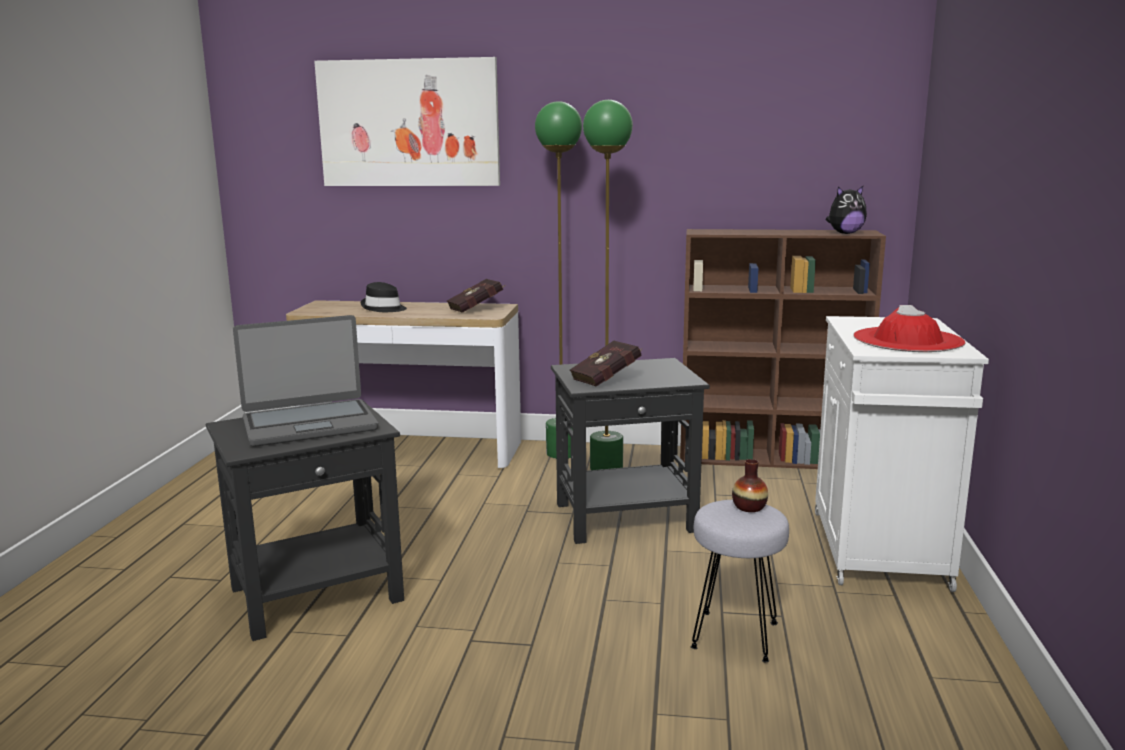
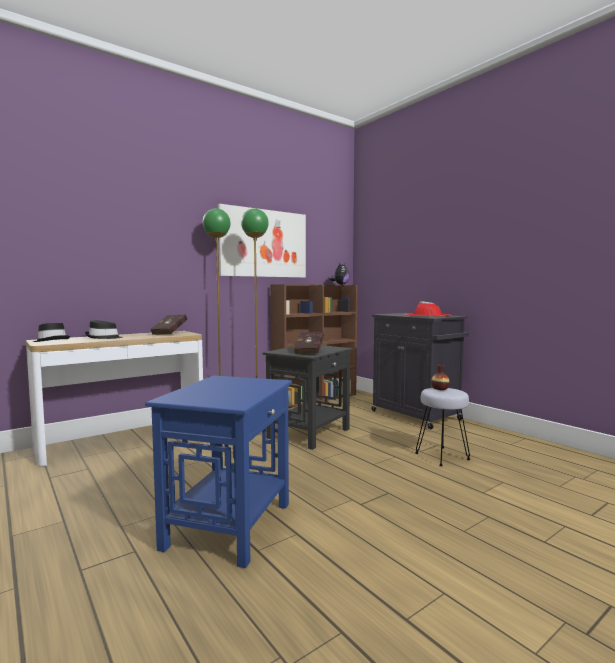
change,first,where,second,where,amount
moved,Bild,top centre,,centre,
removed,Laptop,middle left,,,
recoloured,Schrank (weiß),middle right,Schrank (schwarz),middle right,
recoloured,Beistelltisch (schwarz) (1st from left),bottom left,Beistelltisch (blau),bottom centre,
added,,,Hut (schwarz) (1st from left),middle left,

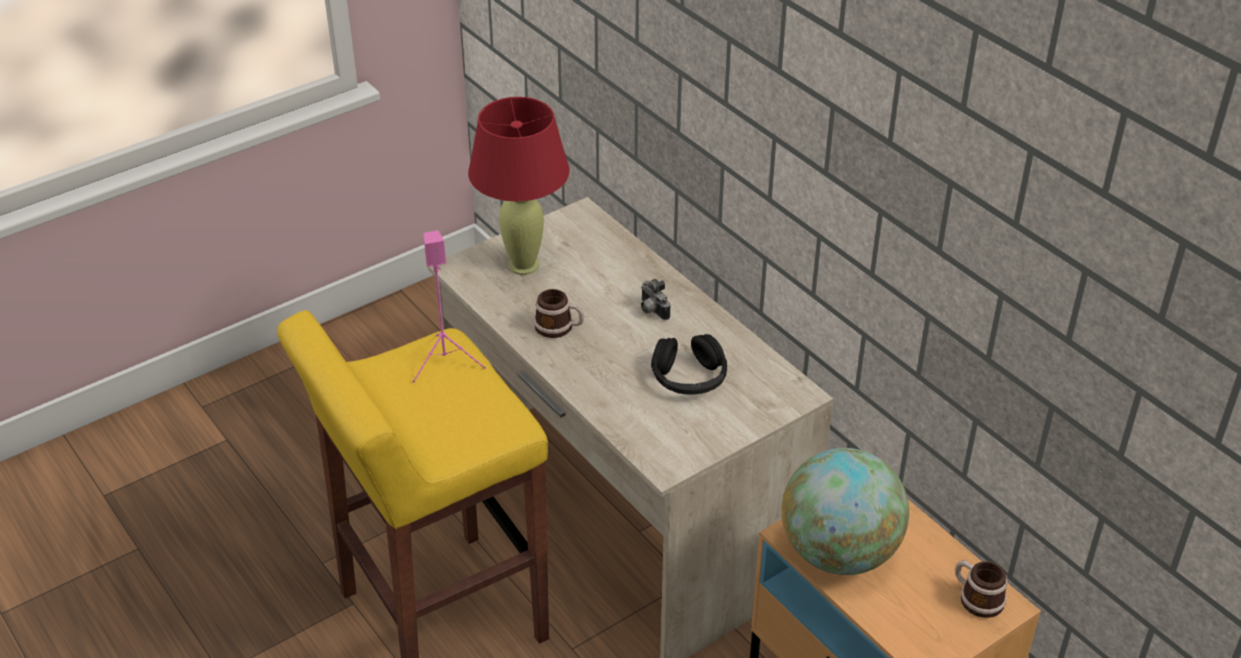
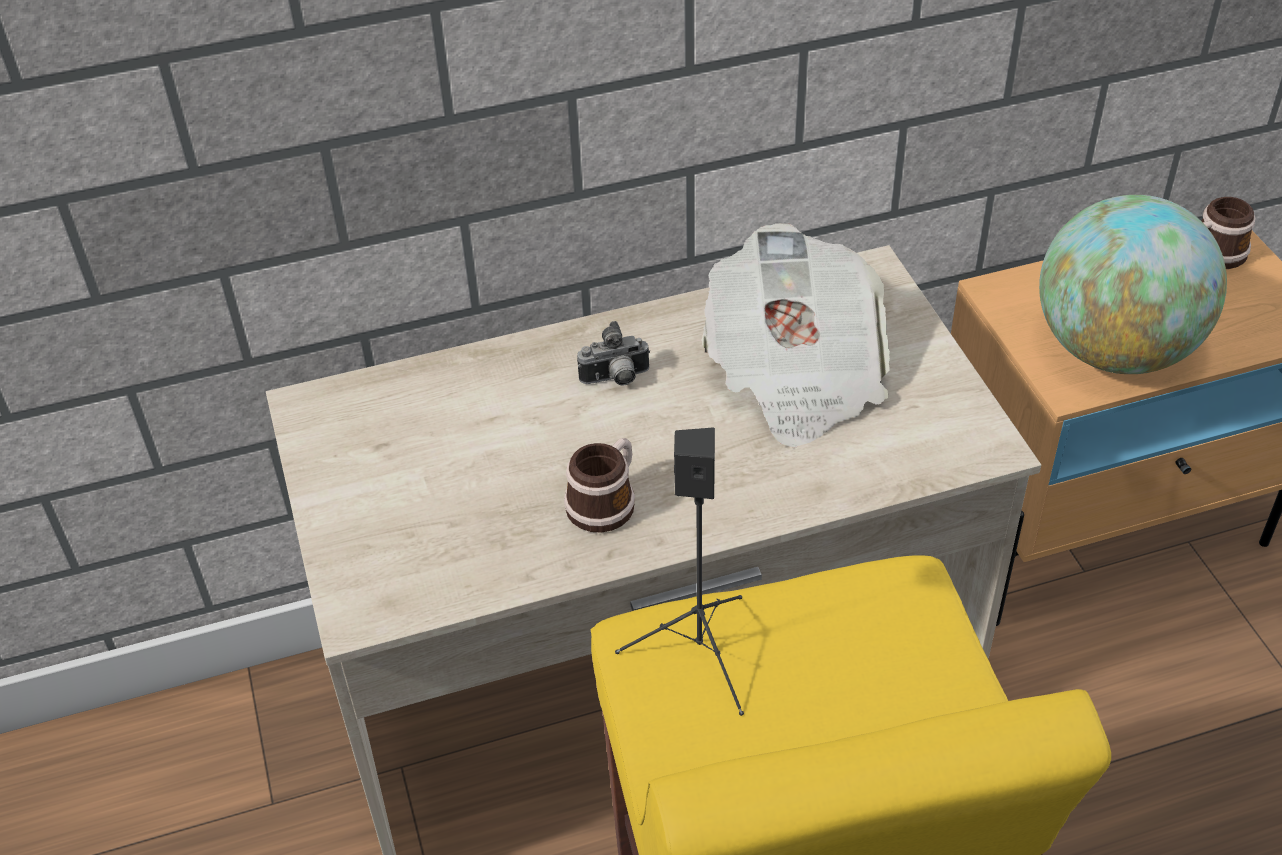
change,first,where,second,where,amount
removed,Tischlampe (rot),top centre,,,
recoloured,Lautsprecher (rosa),centre,Lautsprecher (schwarz),bottom centre,
replaced,Kopfhörer (schwarz),centre,Zeitung,centre,

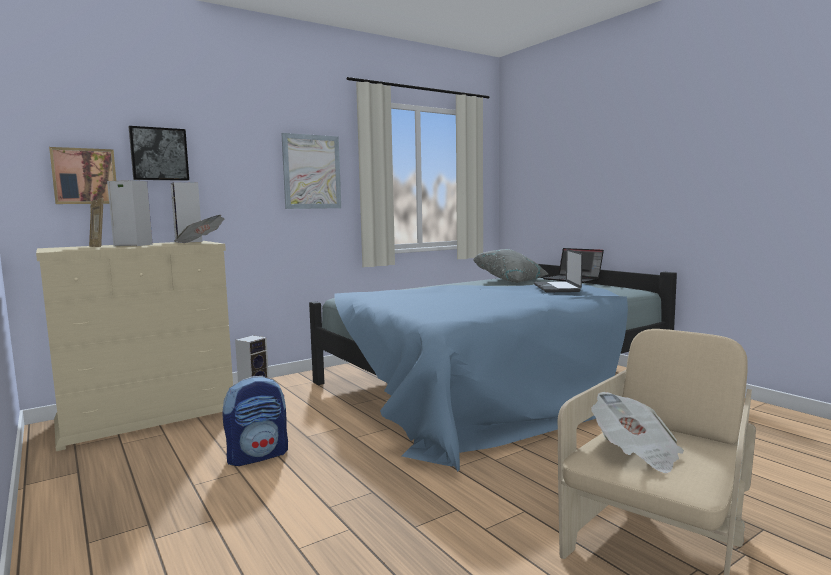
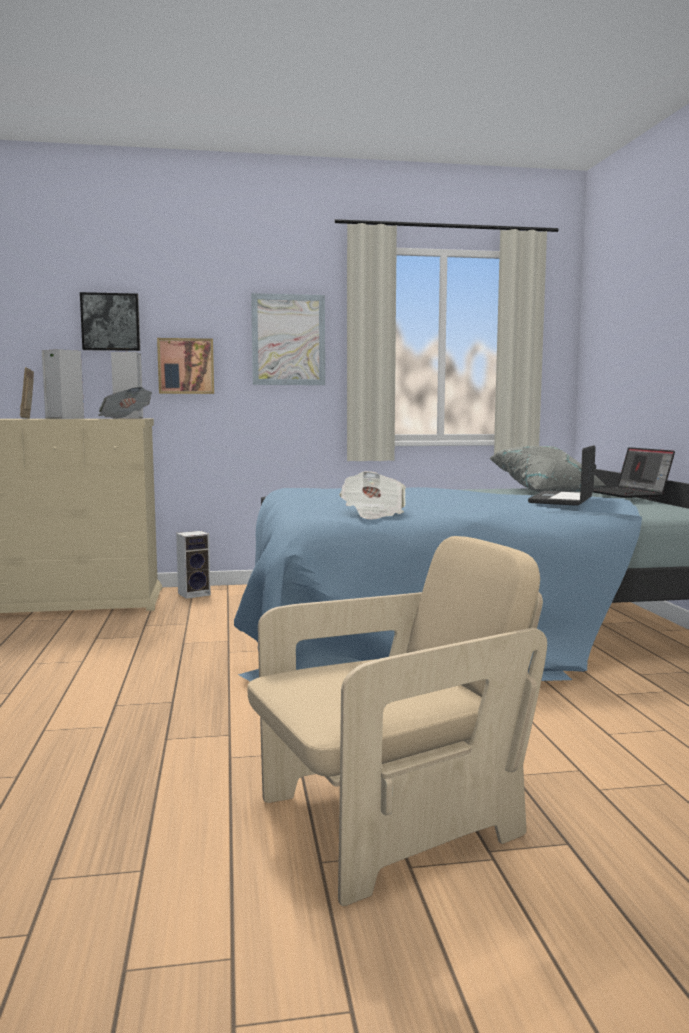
change,first,where,second,where,amount
moved,Bild (1st from left in the first image),top left,Bild (2nd from left),middle left,
removed,Rucksack,bottom left,,,
moved,Zeitung (2nd from left),bottom right,,centre,

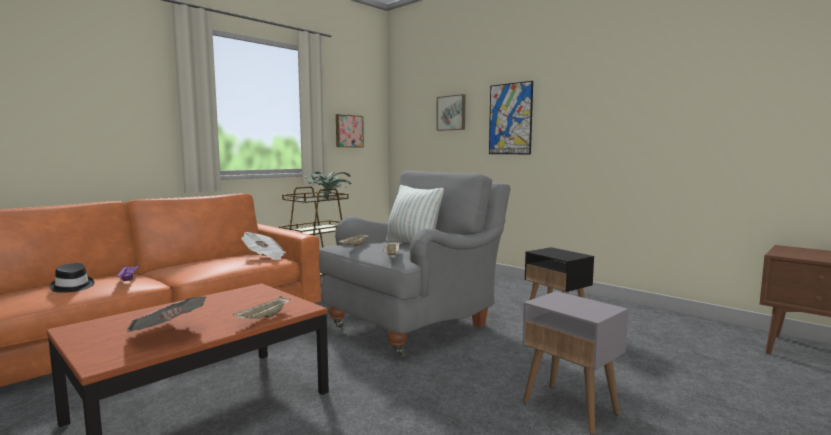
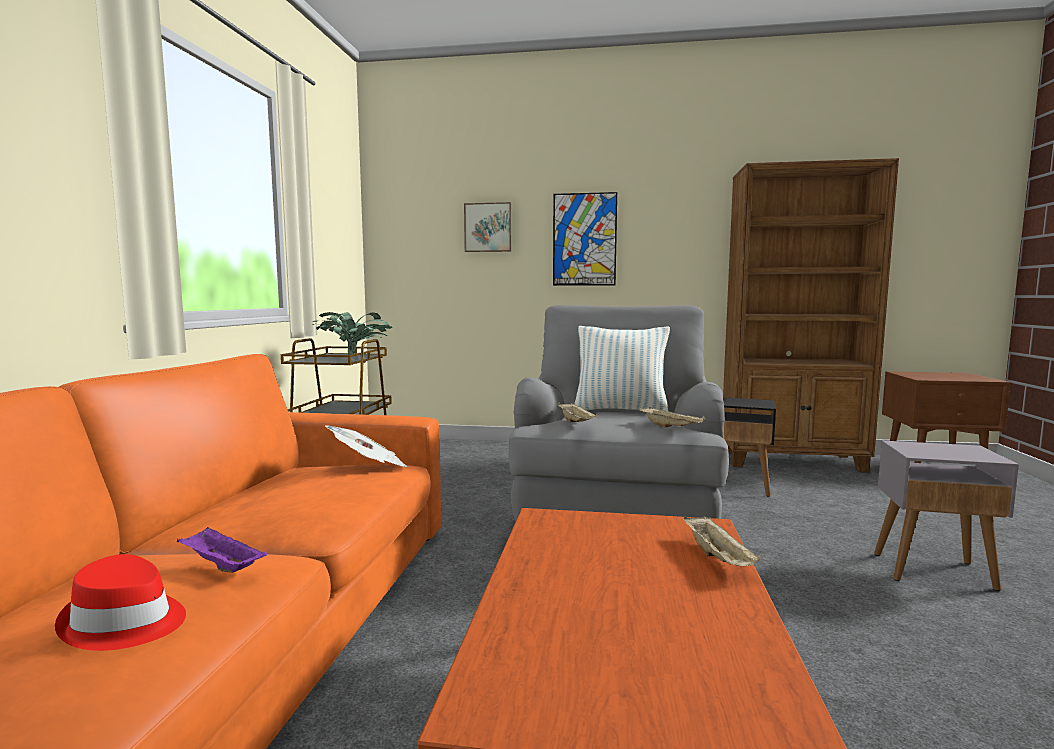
change,first,where,second,where,amount
removed,Bild (1st from left),top centre,,,
recoloured,Hut (schwarz),middle left,Hut (rot),bottom left,
removed,Zeitung (1st from left),bottom left,,,
added,,,Bücherregal (braun),middle right,

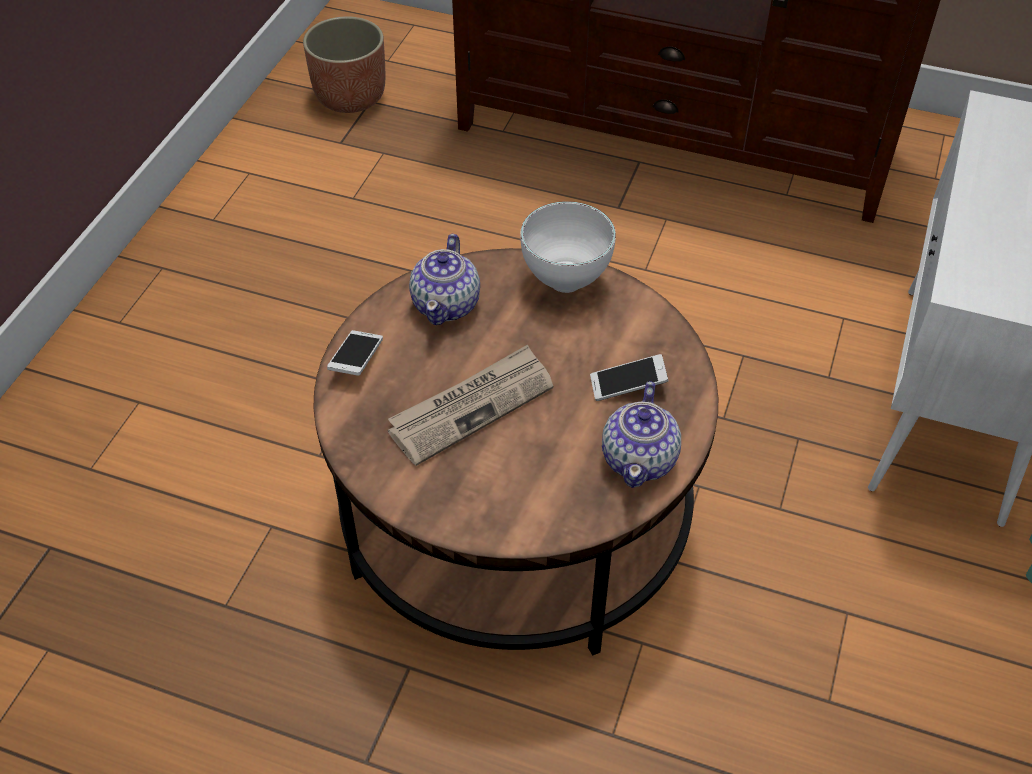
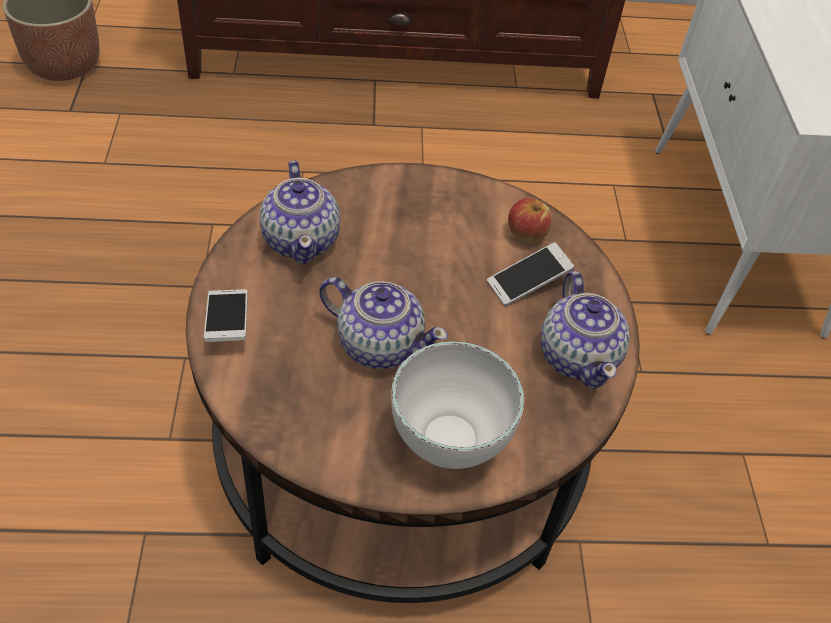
change,first,where,second,where,amount
moved,Schüssel (weiß),top centre,,centre,
replaced,Zeitung,centre,Teekanne (2nd from left),centre,
added,,,Apfel,centre,

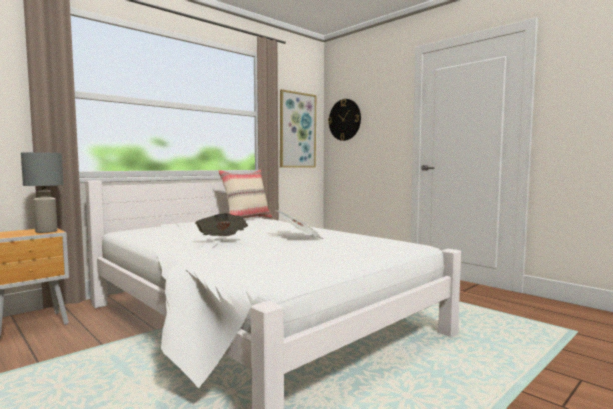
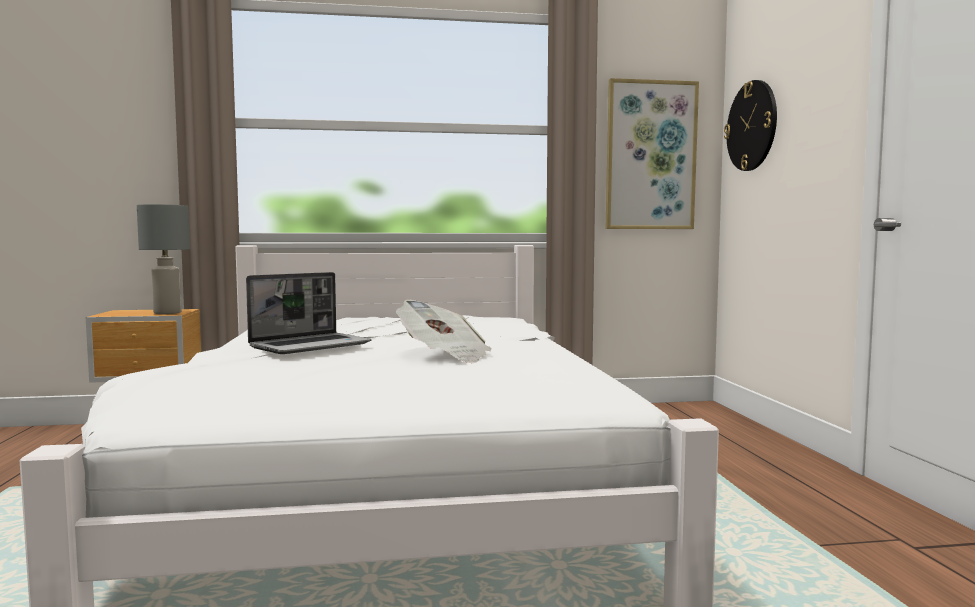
change,first,where,second,where,amount
removed,Kissen (beige),centre,,,
replaced,Zeitung (1st from left),centre,Laptop,middle left,

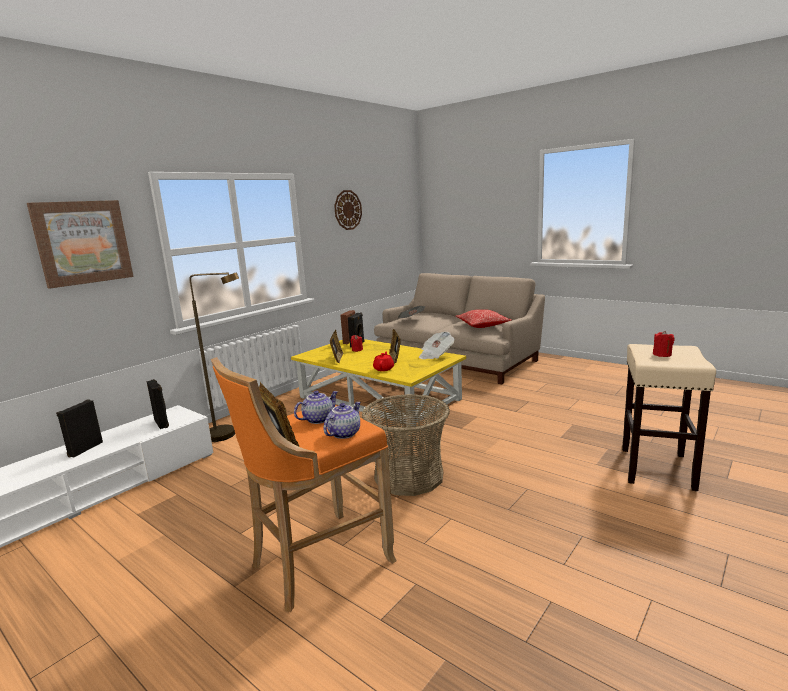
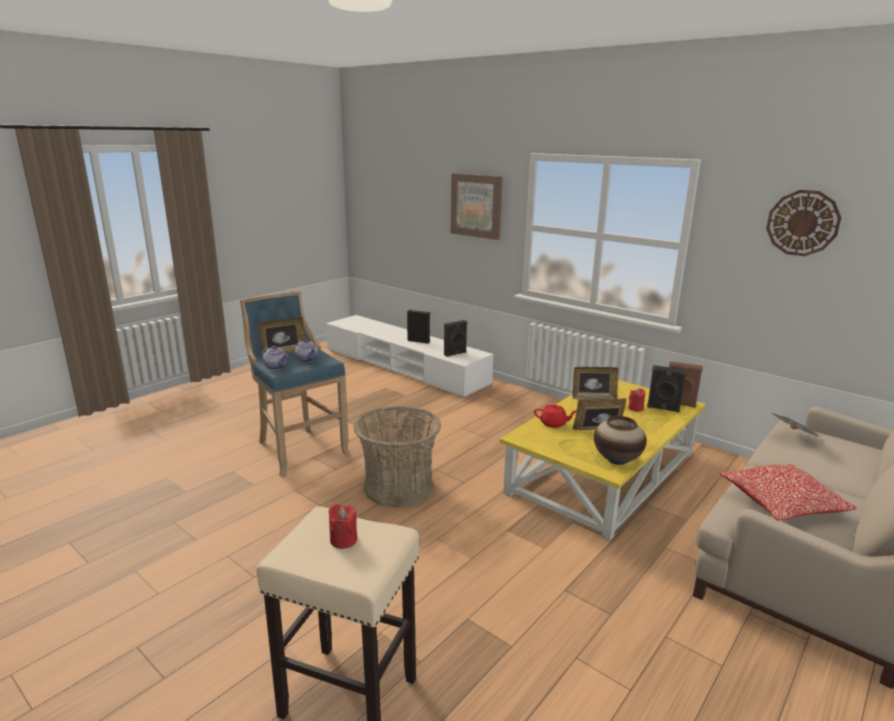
change,first,where,second,where,amount
removed,Stehlampe (braun),middle left,,,
replaced,Zeitung (2nd from left),centre,Vase,middle right,
recoloured,Hocker (orange),bottom centre,Hocker (blau),middle left,

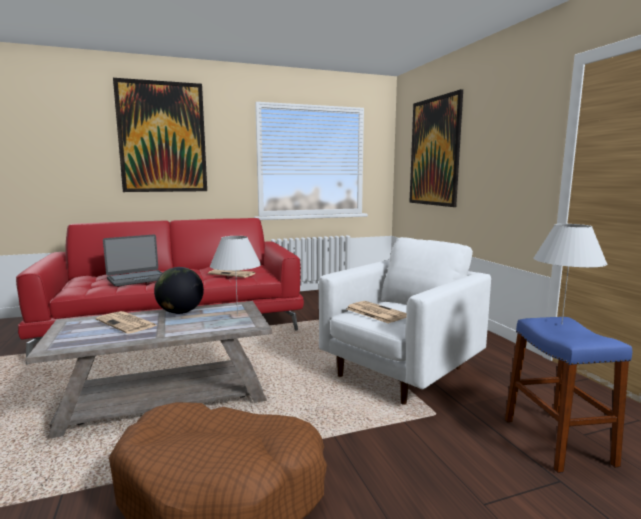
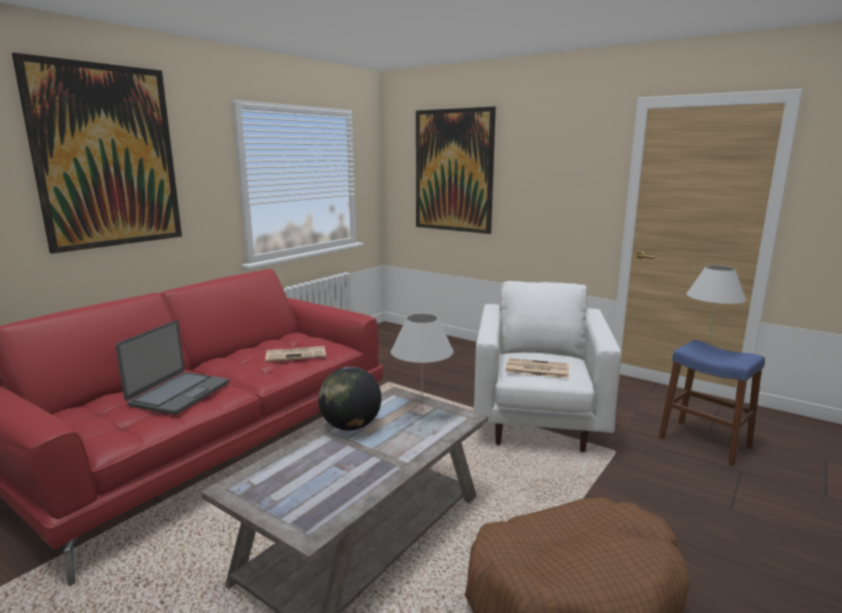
change,first,where,second,where,amount
removed,Zeitung (1st from left),middle left,,,

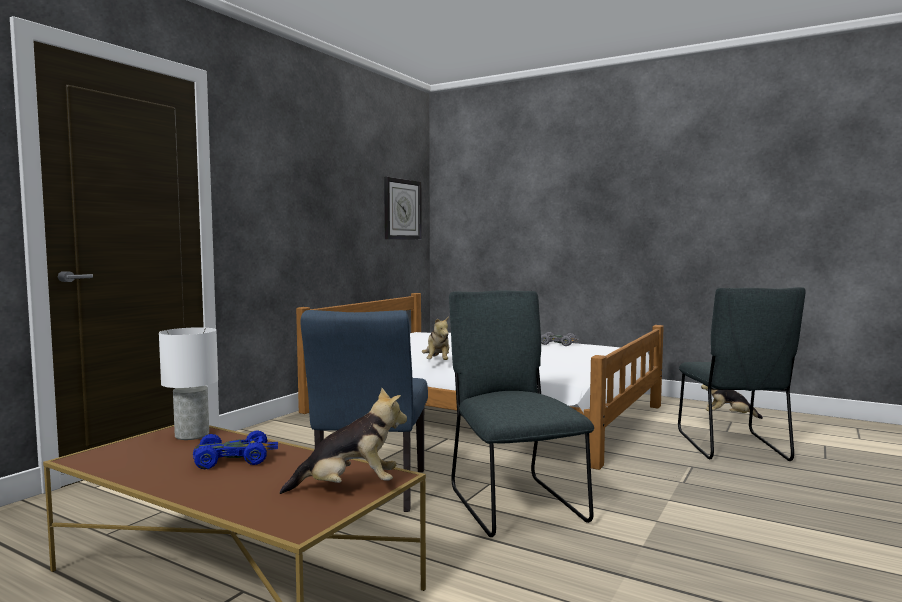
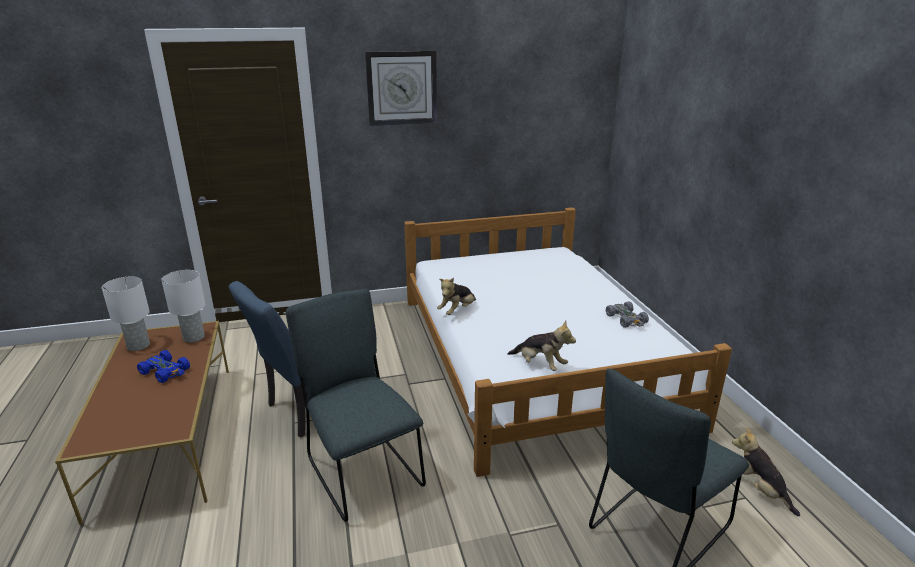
change,first,where,second,where,amount
moved,Wanduhr,centre,,top centre,
turned,Stuhl (grau) (1st from left),bottom centre,,bottom centre,60 degrees counterclockwise
moved,Plüschtier (1st from left in the first image),bottom centre,Plüschtier (2nd from left),centre,
added,,,Tischlampe (weiß) (1st from left),middle left,

